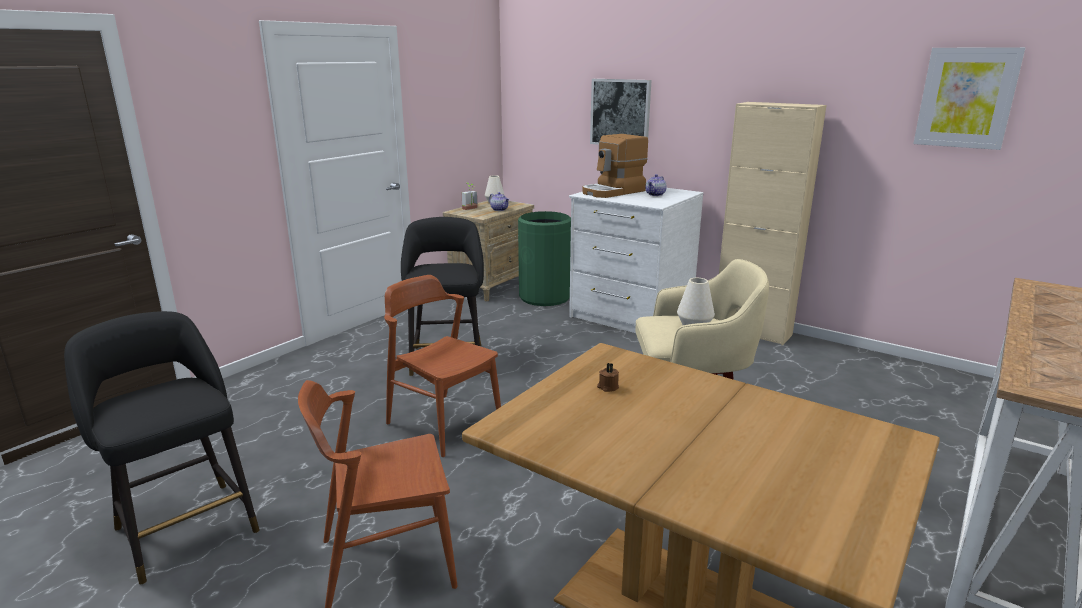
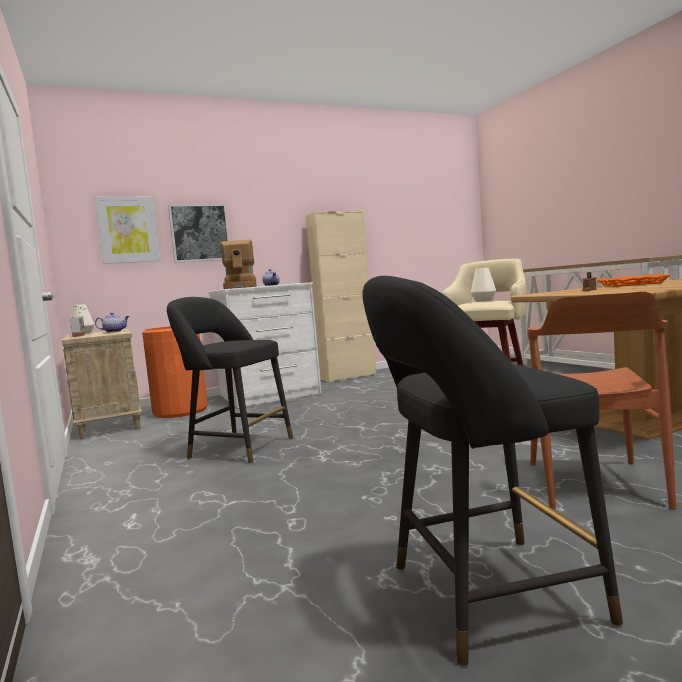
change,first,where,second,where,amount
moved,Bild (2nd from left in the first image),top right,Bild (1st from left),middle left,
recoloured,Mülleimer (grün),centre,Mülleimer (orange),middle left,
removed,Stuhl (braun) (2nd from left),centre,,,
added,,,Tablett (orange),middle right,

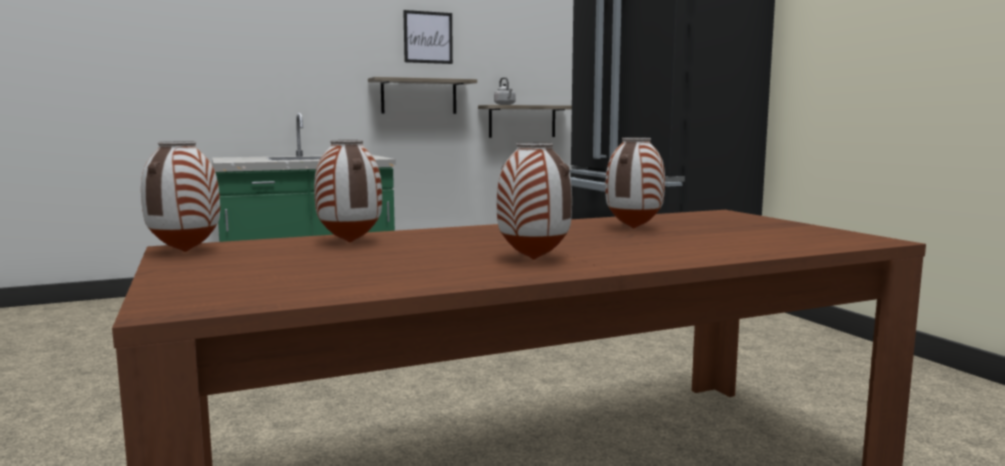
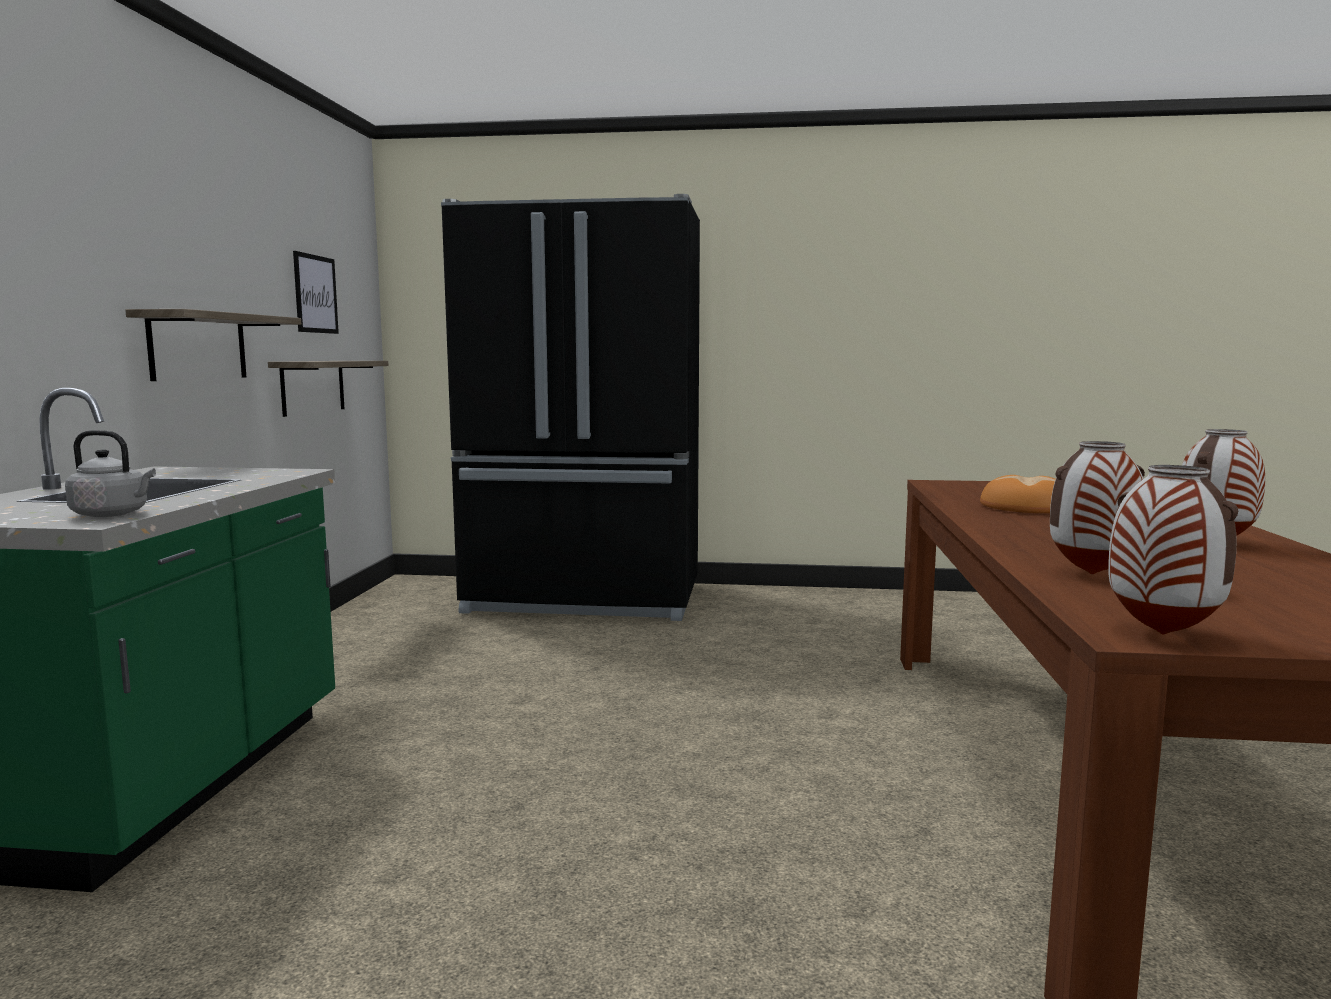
change,first,where,second,where,amount
moved,Bild,top centre,,top left,
moved,Wasserkessel (grau),top centre,,middle left,
replaced,Vase (4th from left),centre,Brot,middle right,

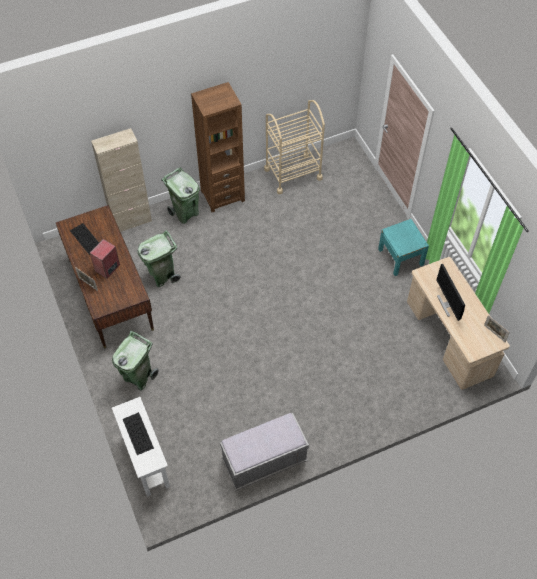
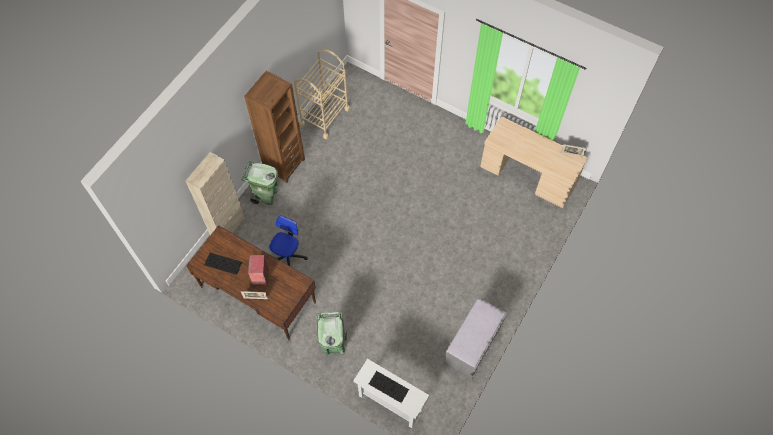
change,first,where,second,where,amount
removed,Nachttisch (türkis),middle right,,,
replaced,Mülleimer (grün) (2nd from left),middle left,Bürostuhl,centre,
removed,Monitor,middle right,,,

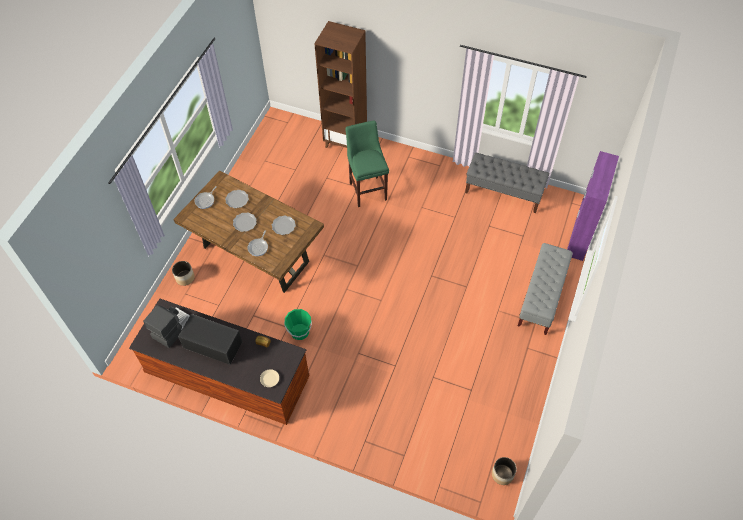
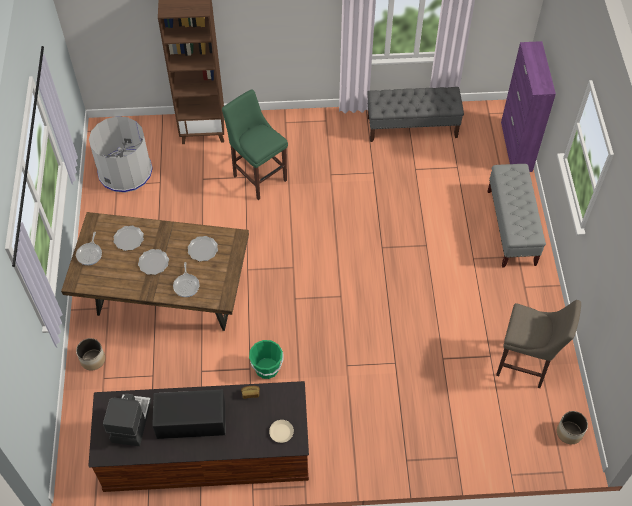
change,first,where,second,where,amount
added,,,Mülleimer (grau),top left,
added,,,Hocker (beige),bottom right,

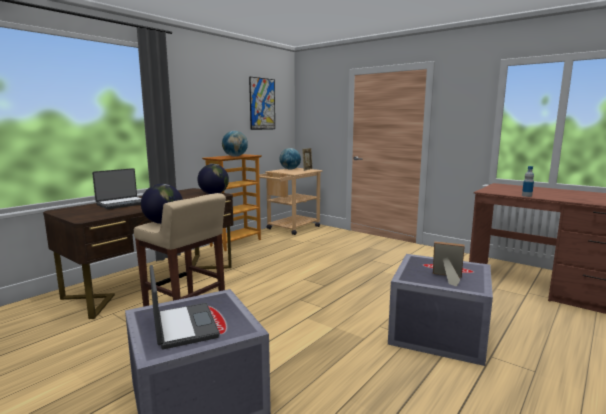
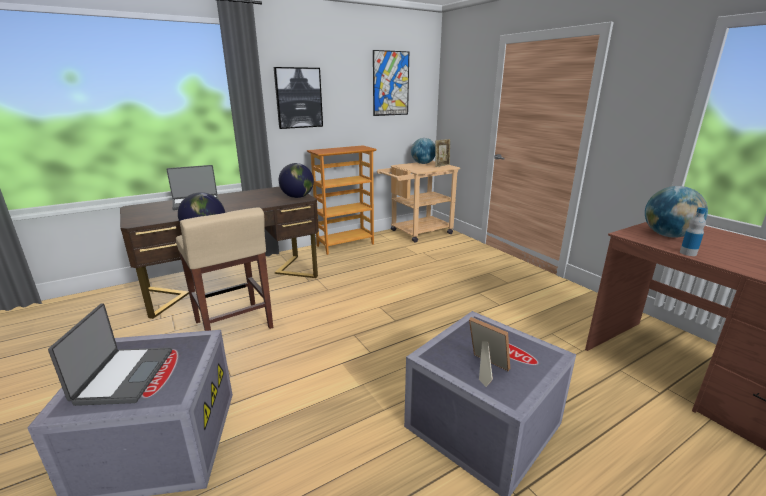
change,first,where,second,where,amount
moved,Globus (3rd from left in the first image),centre,Globus (4th from left),middle right,
added,,,Bild (1st from left),top centre,

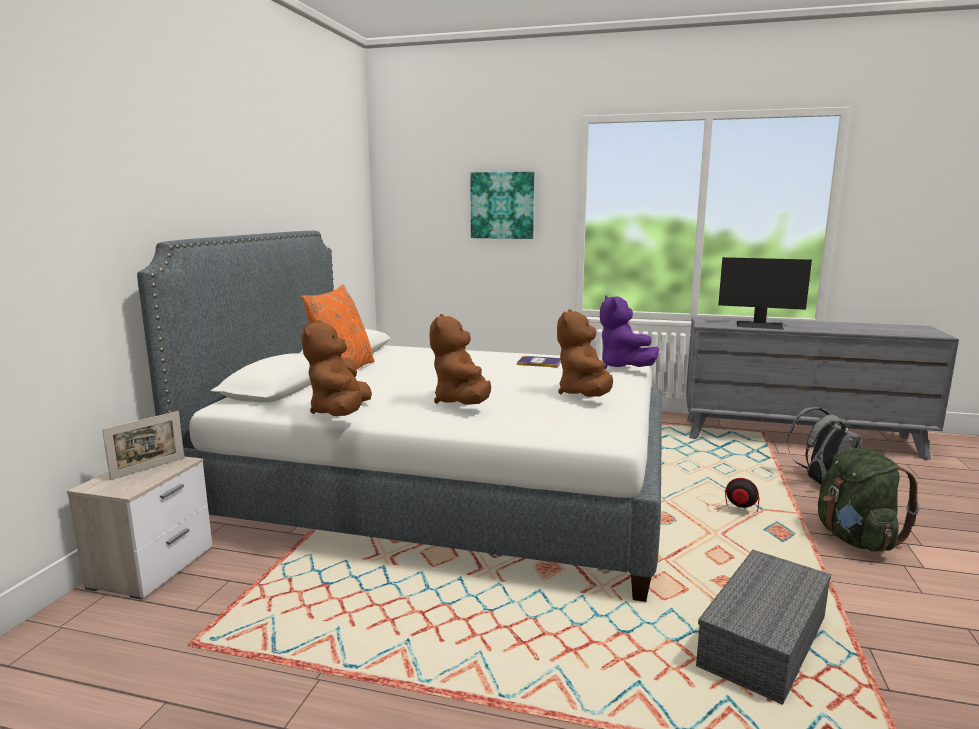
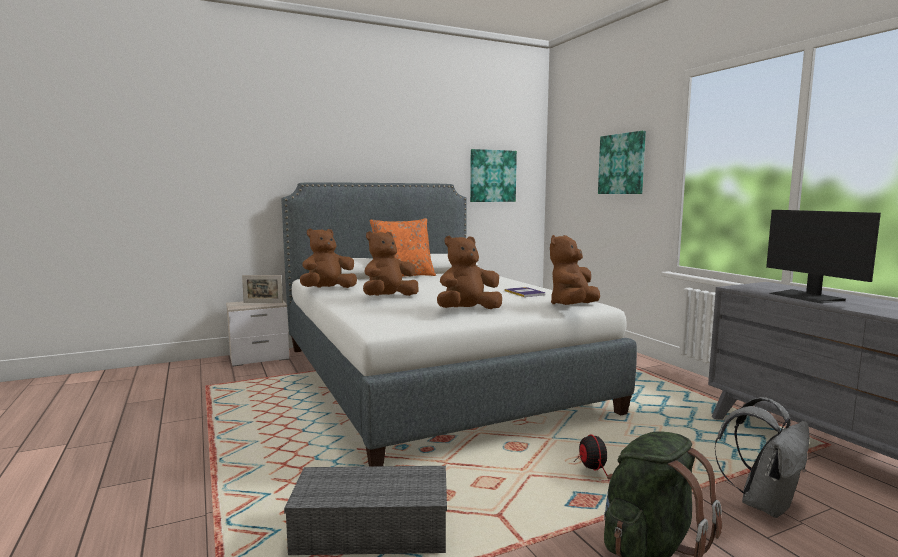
change,first,where,second,where,amount
recoloured,Plüschtier (lila),centre,Plüschtier (braun) (4th from left),centre,
added,,,Bild (1st from left),top centre,

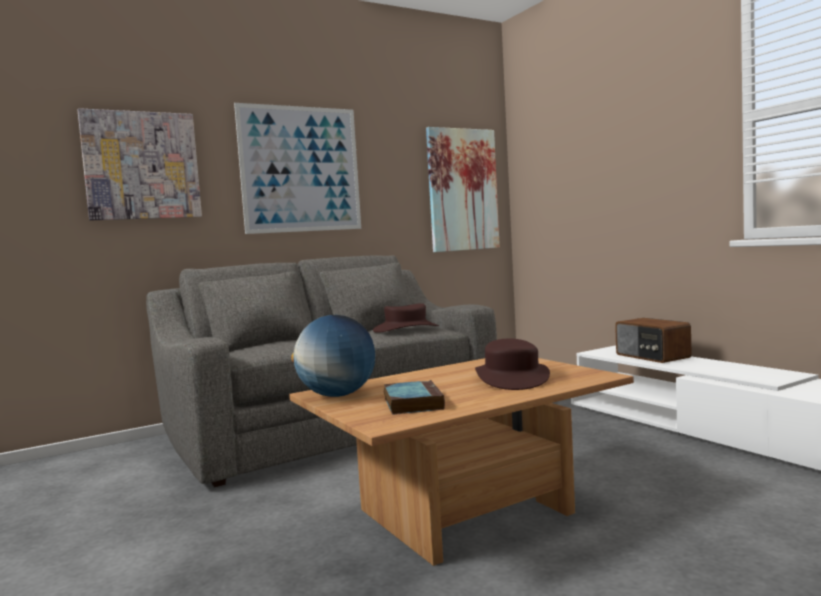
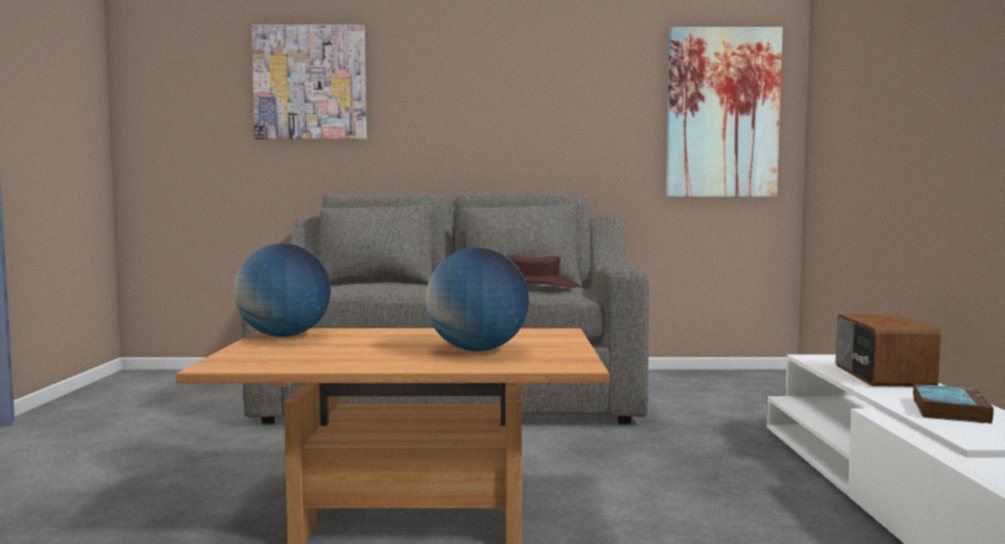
change,first,where,second,where,amount
removed,Bild (2nd from left),top centre,,,
replaced,Hut (braun) (2nd from left),centre,Globus (2nd from left),centre,
moved,Buch,centre,,bottom right,

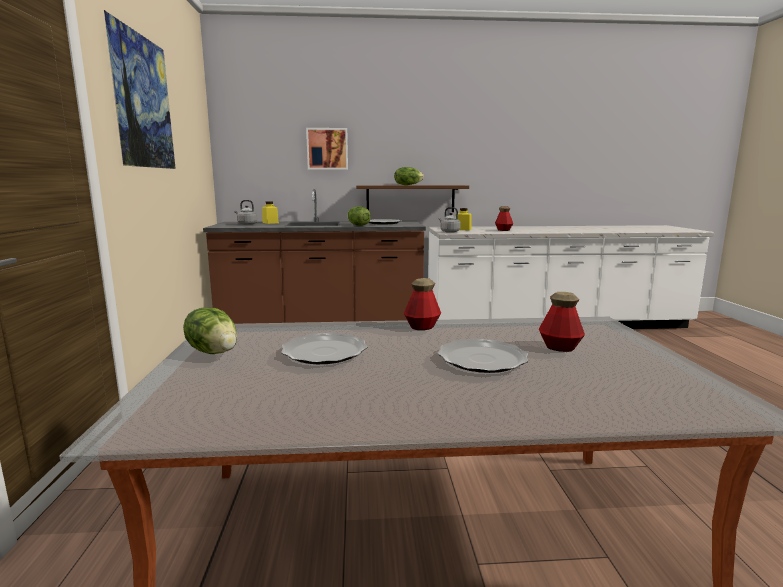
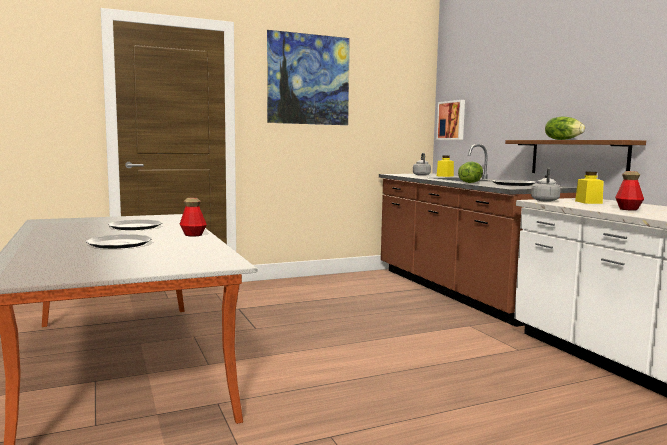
change,first,where,second,where,amount
moved,Bild (2nd from left),top centre,,top right,
removed,Flasche (3rd from left),middle right,,,
removed,Salatkopf (1st from left),middle left,,,

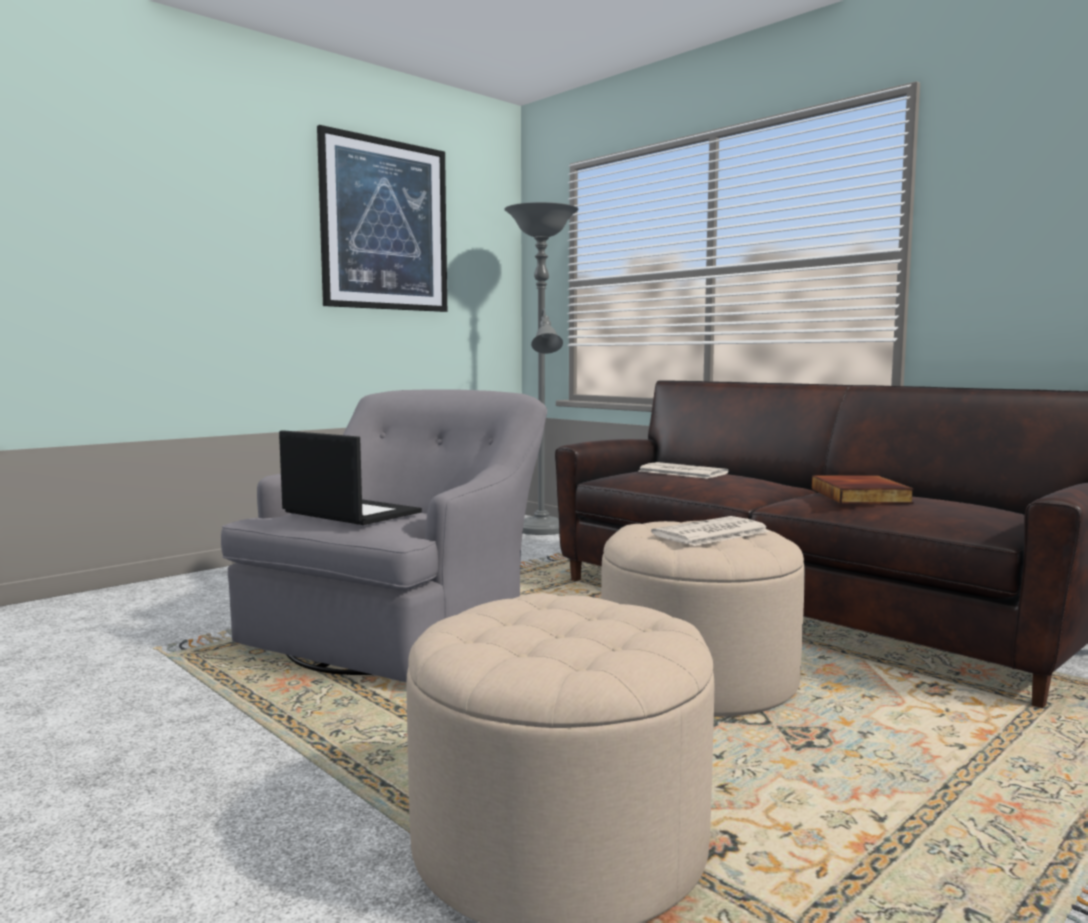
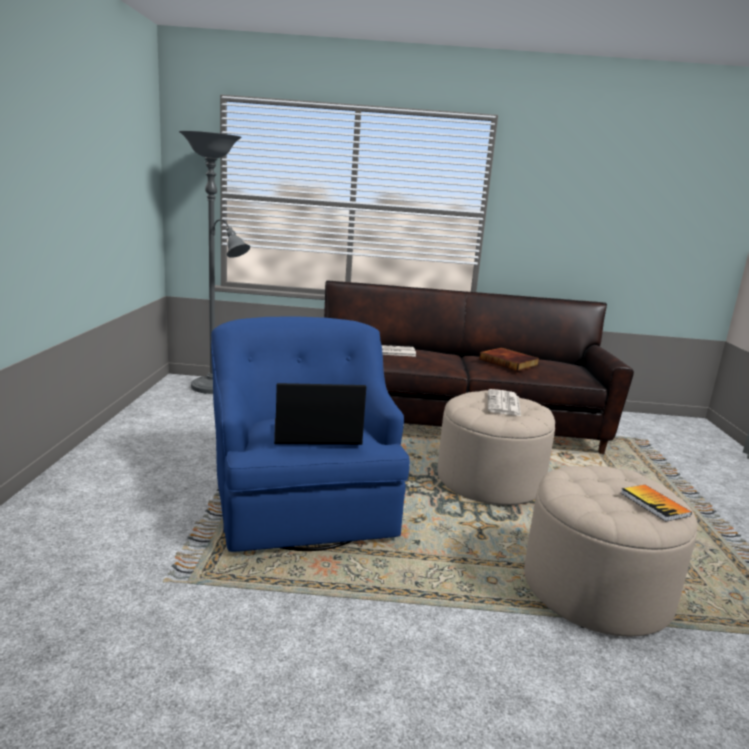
change,first,where,second,where,amount
removed,Bild,top centre,,,
recoloured,Sessel (grau),centre,Sessel (blau),centre,
added,,,Buch (2nd from left),bottom right,

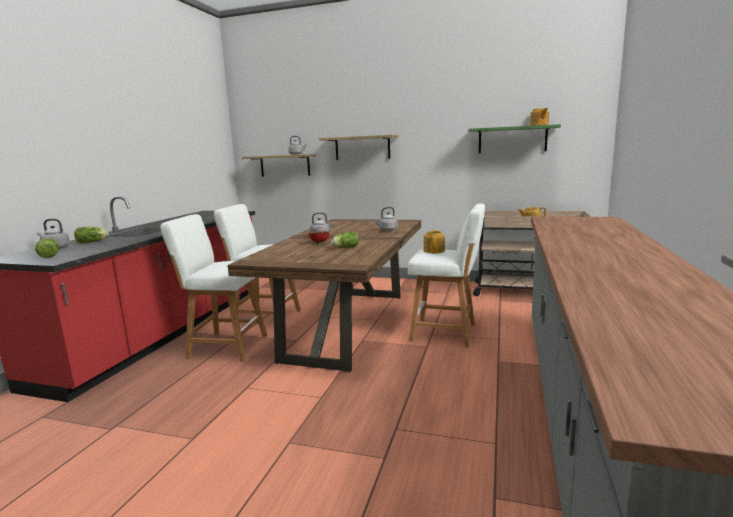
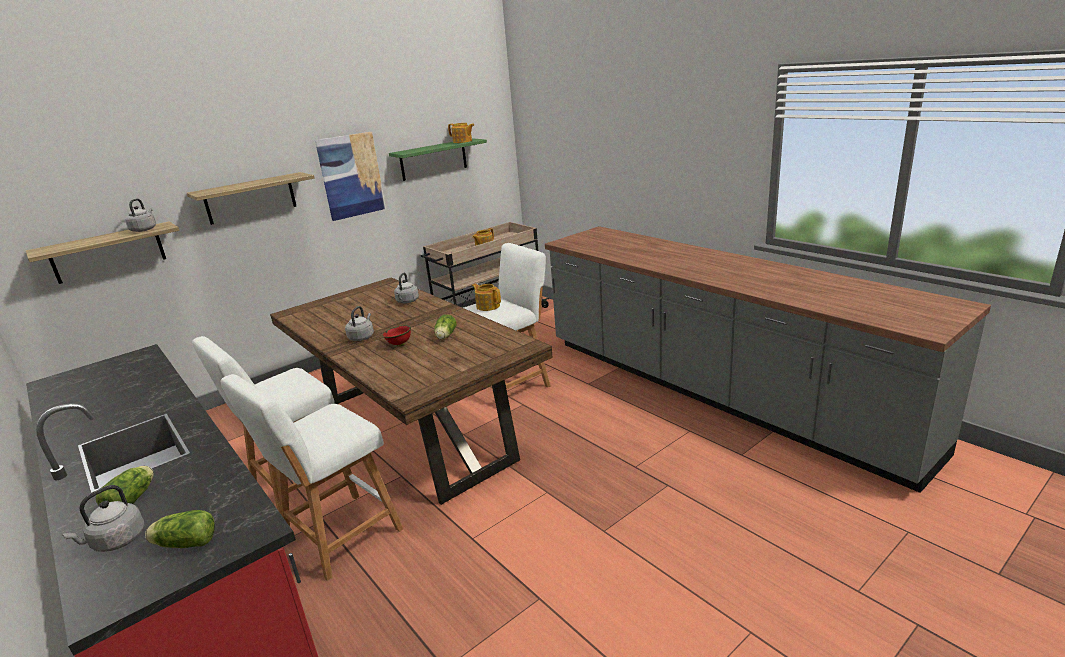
change,first,where,second,where,amount
added,,,Bild,top left,

